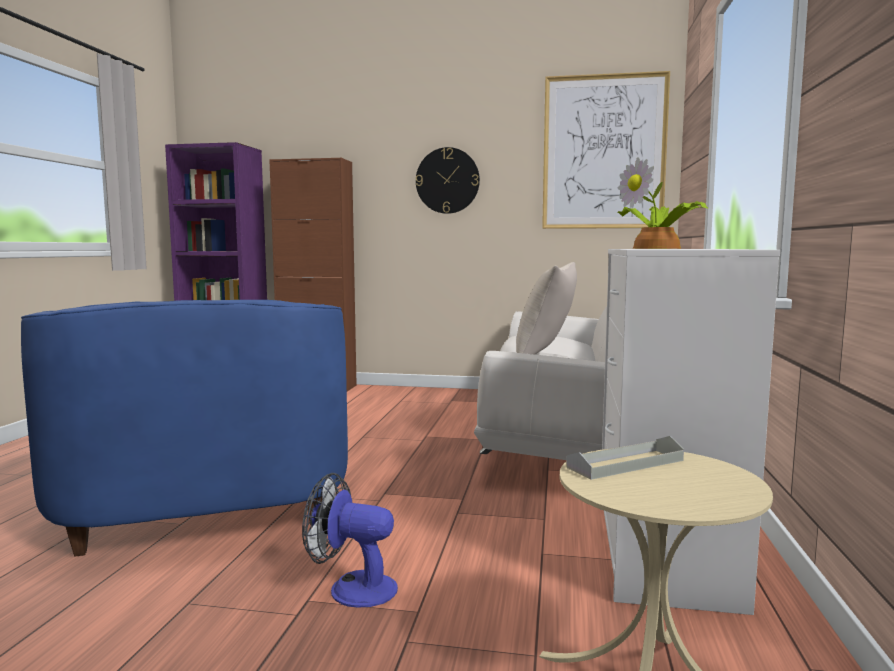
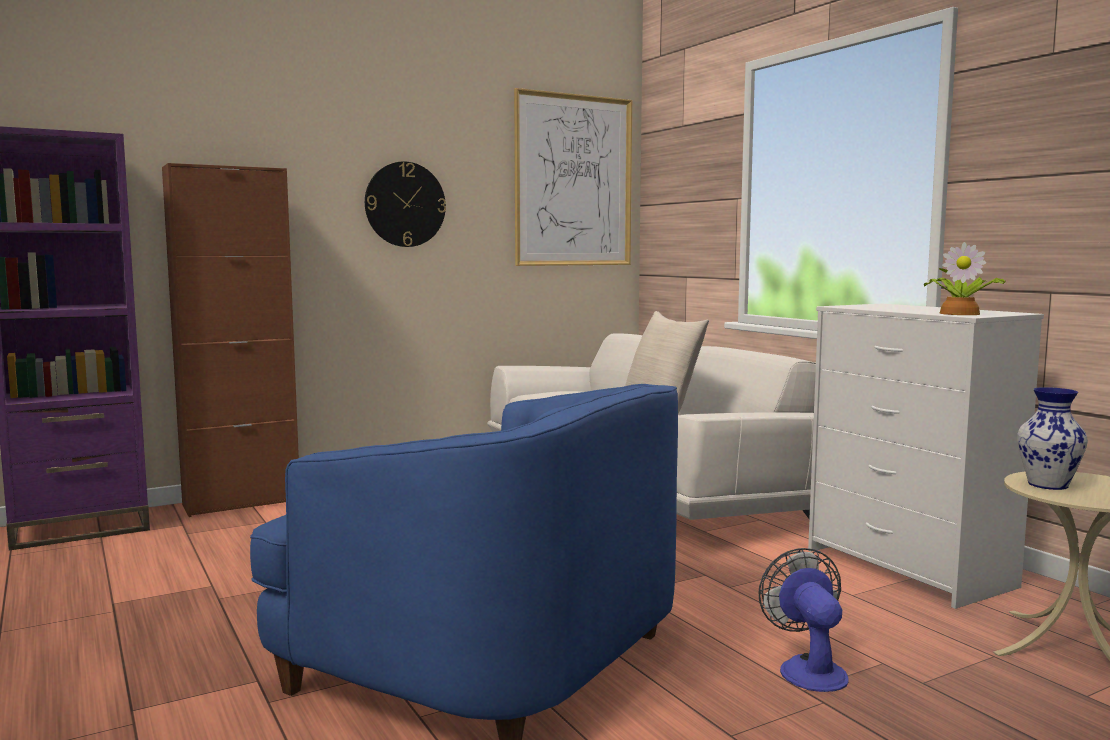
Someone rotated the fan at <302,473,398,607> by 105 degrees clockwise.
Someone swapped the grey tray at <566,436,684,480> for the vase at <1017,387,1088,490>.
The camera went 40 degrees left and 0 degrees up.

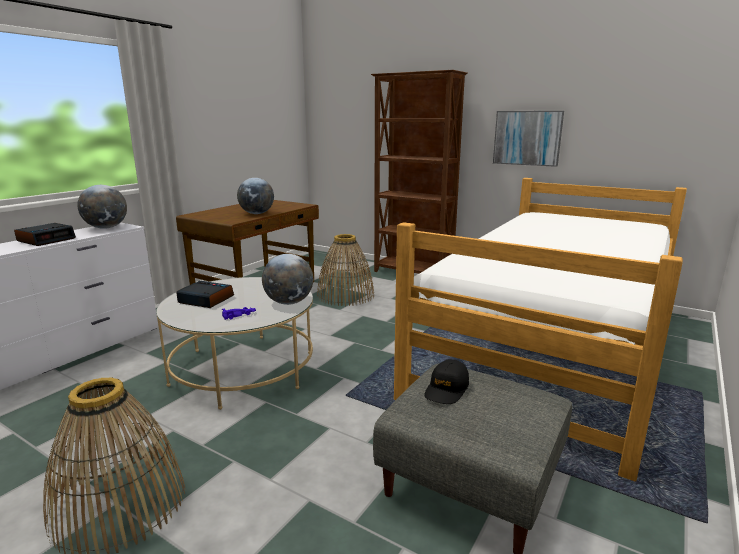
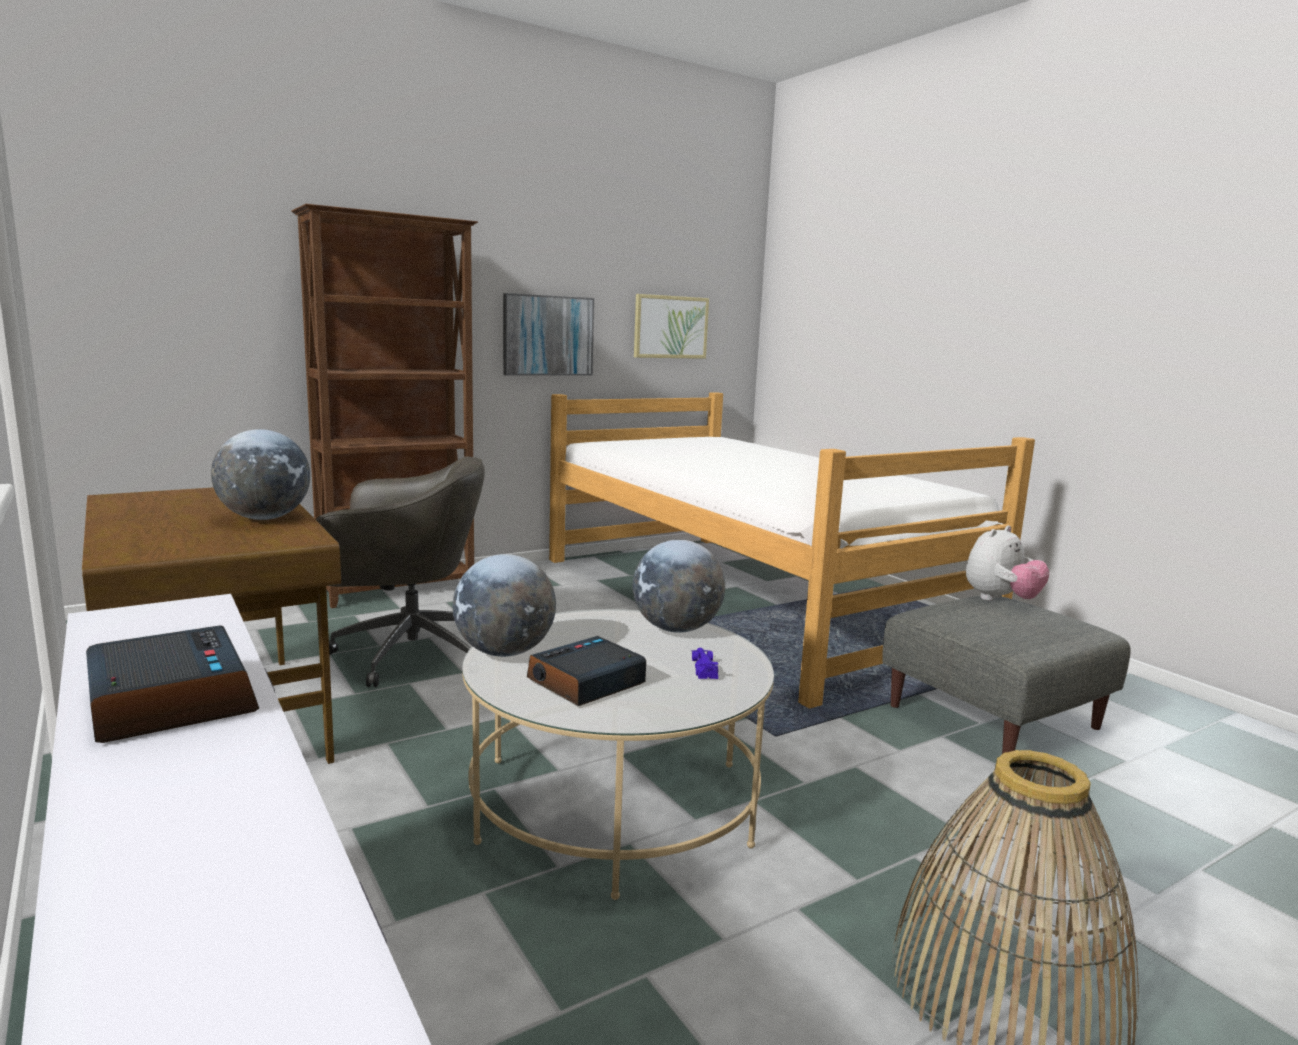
Someone carried the globe from <77,185,127,229> to <453,554,556,657>.
Someone swapped the basket at <317,234,374,306> for the grey office chair at <316,456,485,687>.
Someone took away the black cap at <424,359,469,404>.
Someone put up the picture at <634,294,709,359>.
Someone put down the plush toy at <966,526,1050,601>.
The camera went 65 degrees left and 5 degrees down.

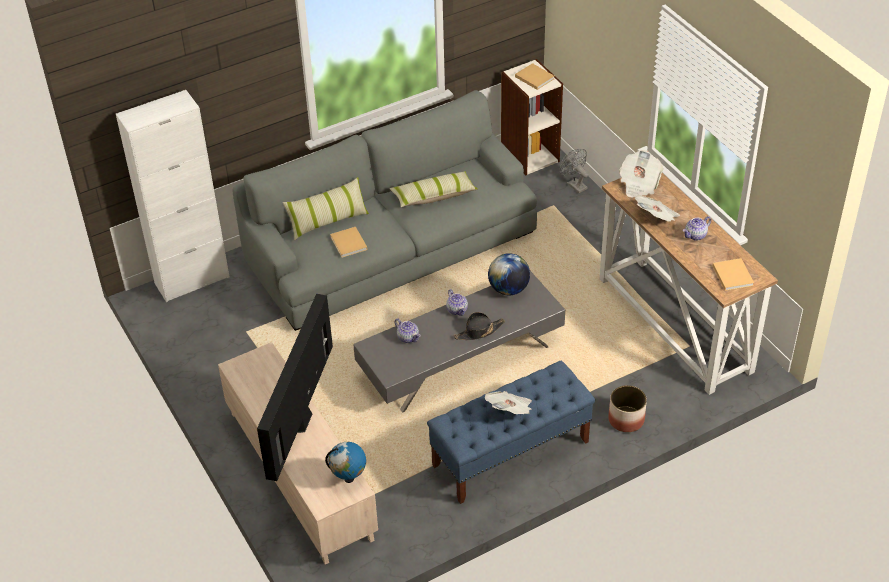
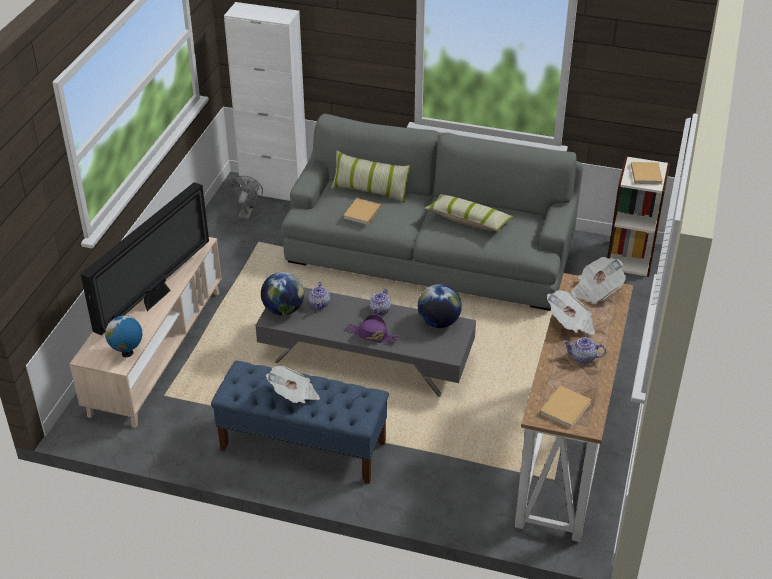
Someone rotated the television at <257,294,333,481> by 150 degrees clockwise.
Someone repainted the black hat at <453,312,505,340>, which became the purple hat at <347,314,400,343>.
Someone carried the grey fan from <560,149,588,193> to <230,176,263,220>.
Someone took away the planter at <608,385,647,432>.
Someone put down the globe at <261,272,304,315>.
The camera went 45 degrees right and 5 degrees down.

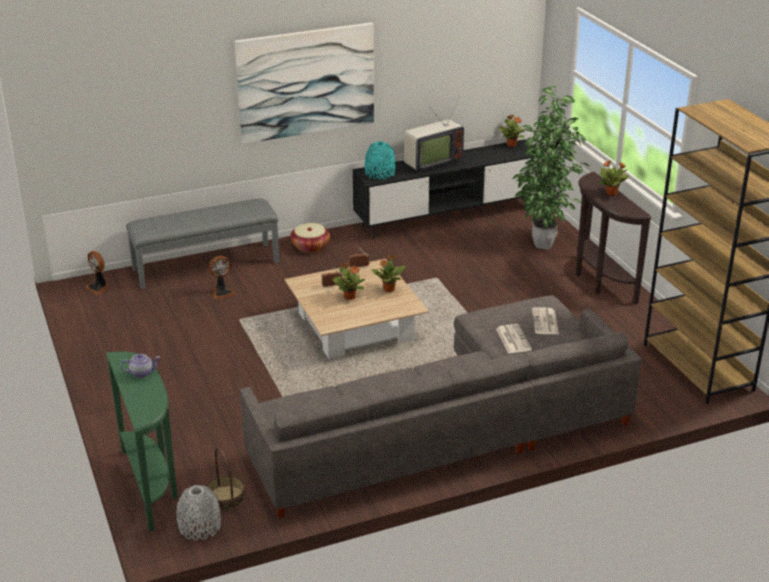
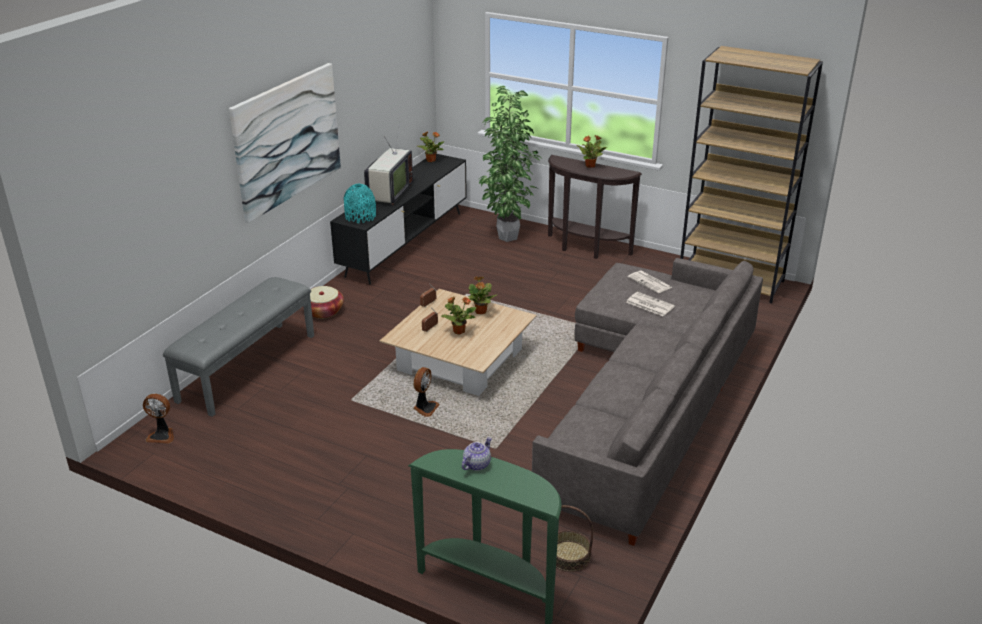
Someone took away the grey vase at <177,485,221,540>.
Someone carried the fan from <209,256,236,300> to <413,367,440,417>.
The camera went 40 degrees left and 0 degrees up.

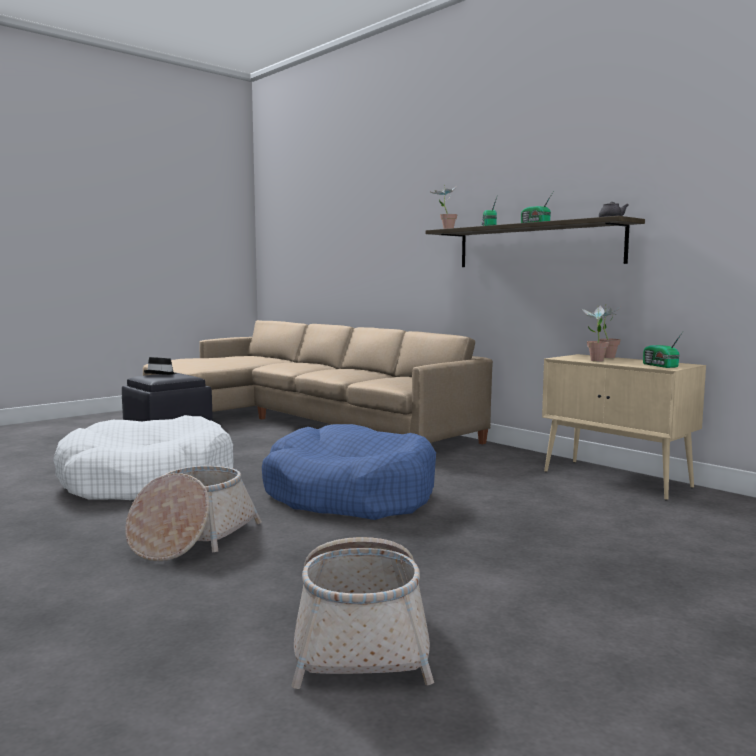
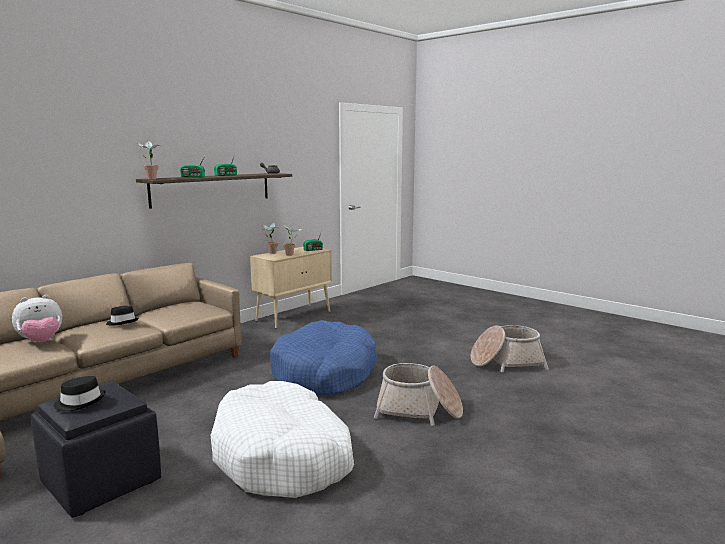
Someone put down the plush toy at <12,295,62,342>.
Someone put down the black hat at <106,306,139,326>.
The camera went 95 degrees left and 5 degrees up.

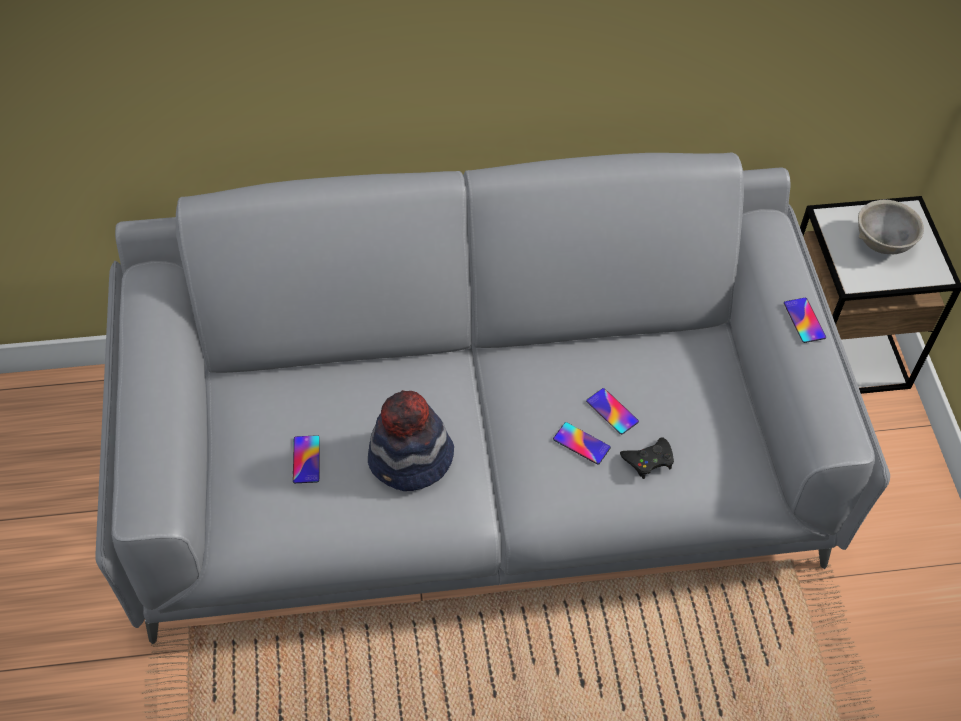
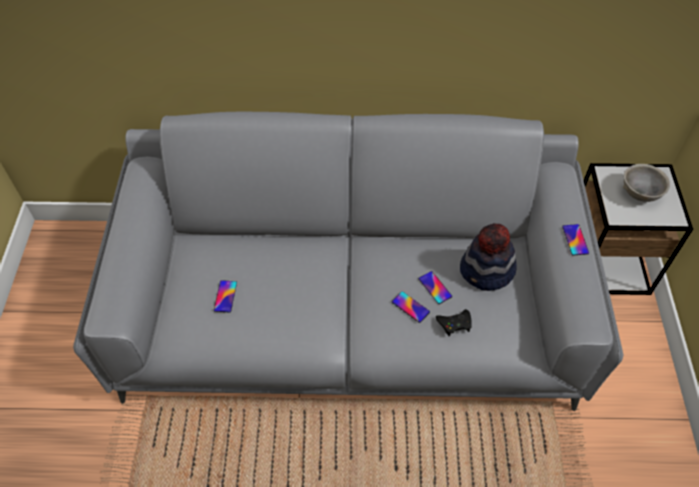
Someone carried the hat from <368,390,454,491> to <460,223,517,291>.
The camera went 10 degrees right and 0 degrees up.

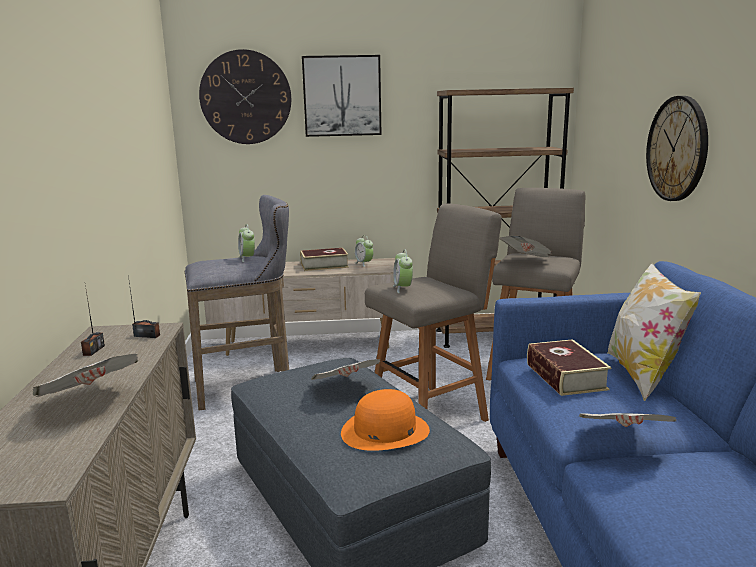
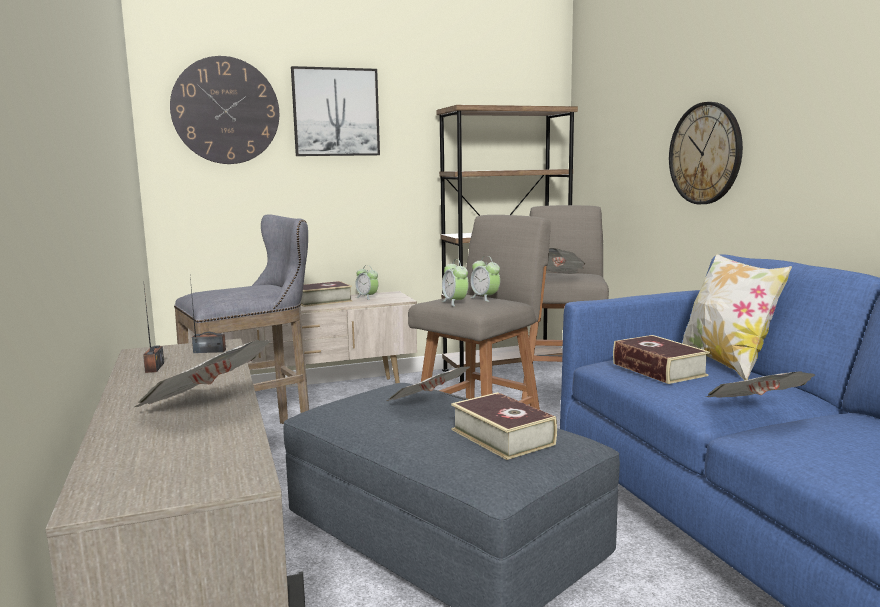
Someone carried the alarm clock from <238,224,255,262> to <470,256,500,302>.
Someone swapped the orange hat at <341,389,430,451> for the book at <451,392,557,460>.
The camera went 15 degrees left and 5 degrees down.

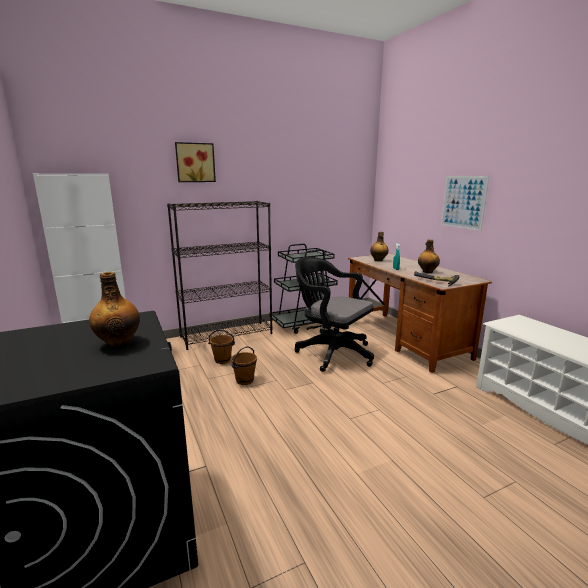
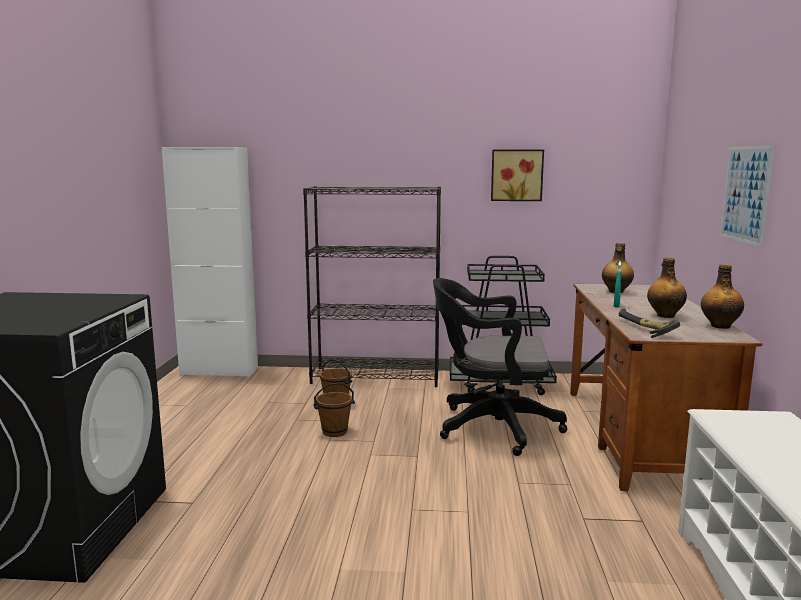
Someone carried the bottle from <89,272,140,349> to <701,264,744,329>.
Someone carried the picture from <175,142,216,182> to <491,150,544,201>.
Someone rotated the black office chair at <295,257,374,372> by 60 degrees counterclockwise.
The camera went 30 degrees right and 5 degrees down.

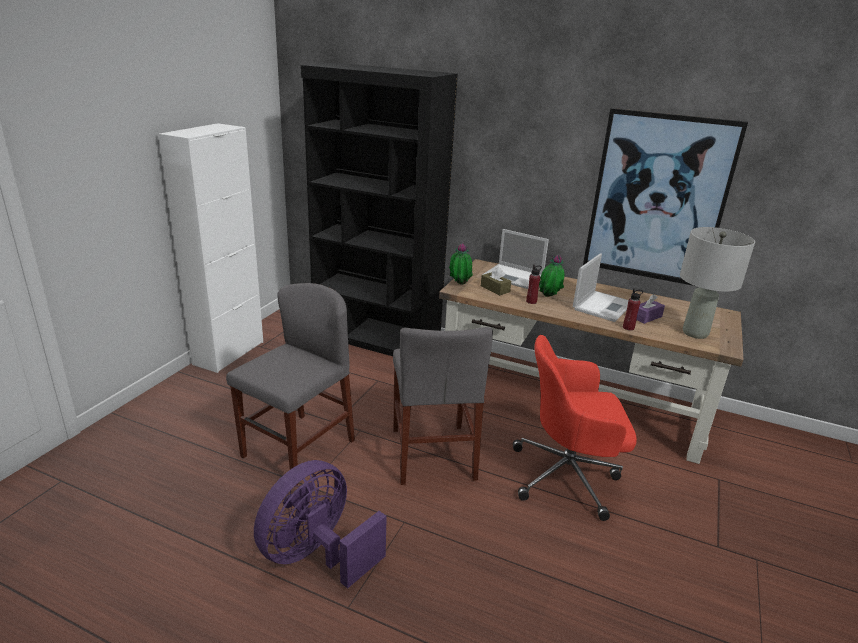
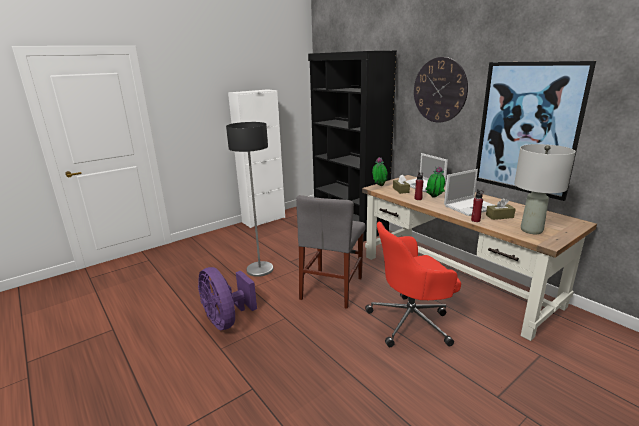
Someone swapped the grey chair at <226,283,355,487> for the floor lamp at <226,122,273,277>.
Someone rotated the purple fan at <254,460,387,588> by 105 degrees counterclockwise.
Someone rotated the red office chair at <513,335,637,521> by 45 degrees counterclockwise.
Someone repainted the purple tissue box at <636,294,665,324>, which became the brown tissue box at <486,198,515,220>.
Someone put up the wall clock at <414,57,468,123>.
The camera went 30 degrees right and 5 degrees down.

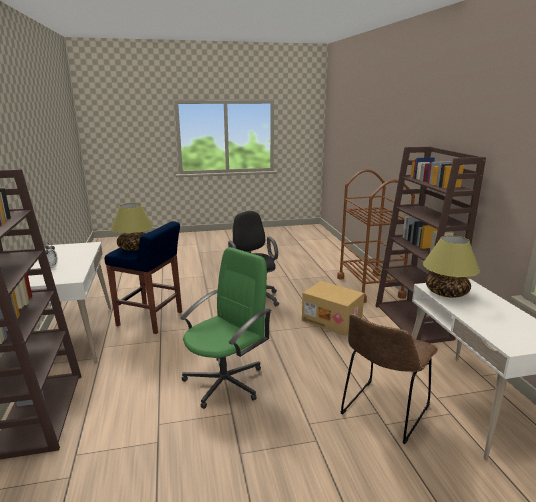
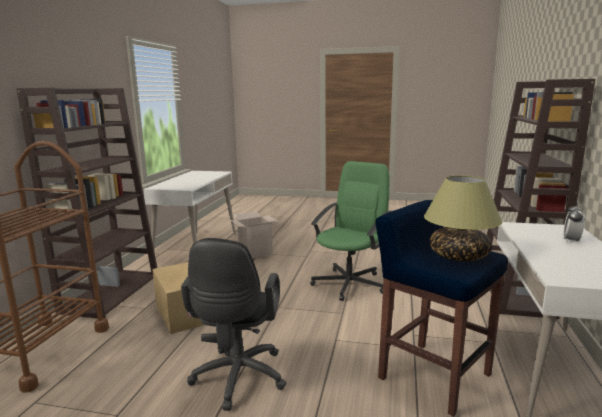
Someone rotated the green office chair at <180,247,271,409> by 150 degrees clockwise.
Someone swapped the brown chair at <341,314,438,444> for the cardboard box at <230,211,279,259>.
Someone took away the table lamp at <423,235,480,298>.
The camera went 155 degrees left and 5 degrees down.

